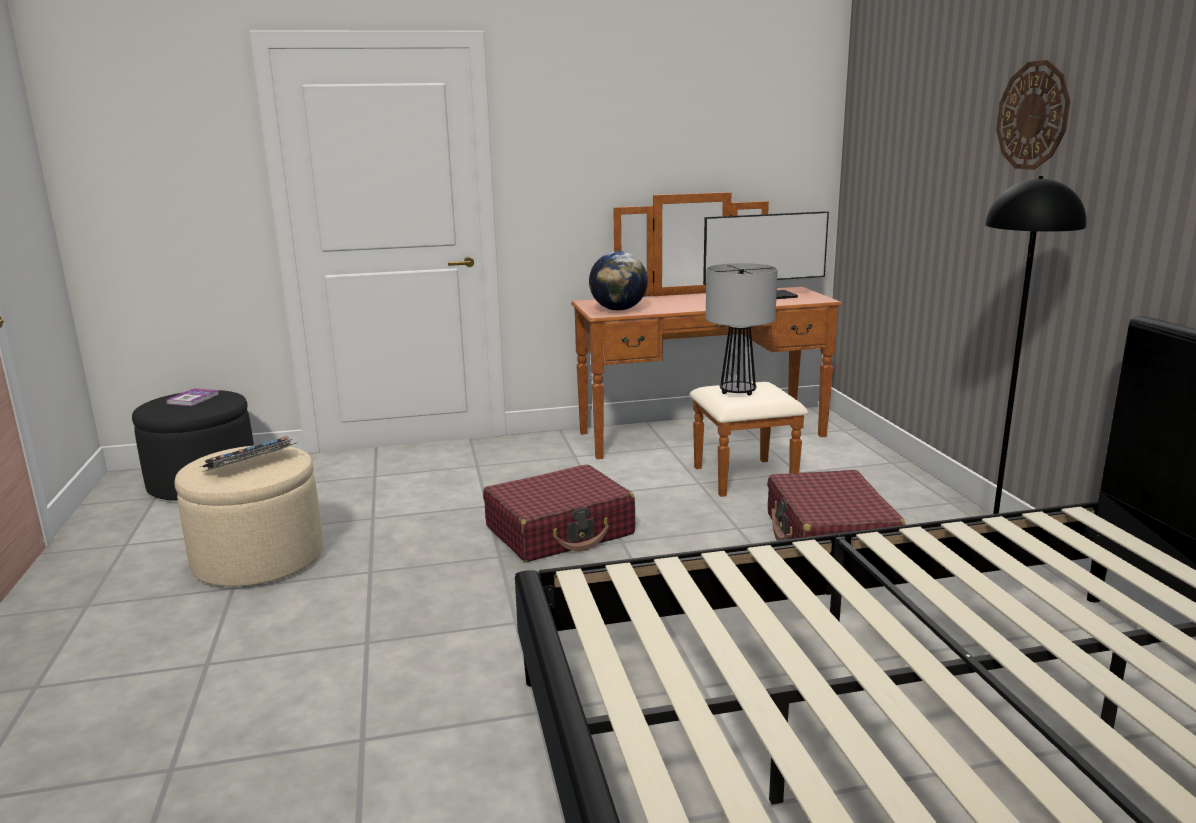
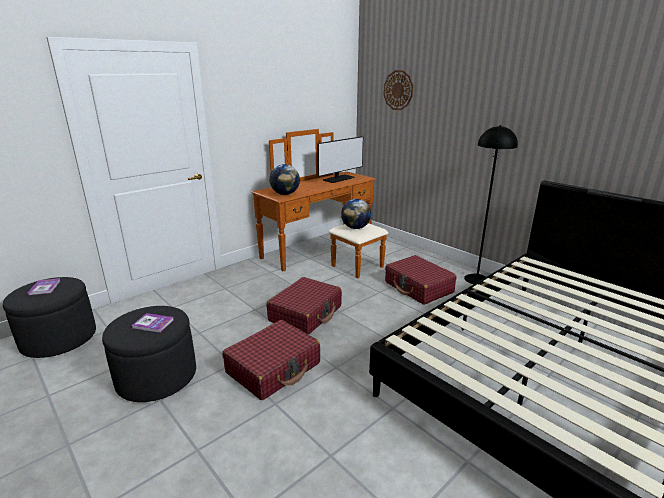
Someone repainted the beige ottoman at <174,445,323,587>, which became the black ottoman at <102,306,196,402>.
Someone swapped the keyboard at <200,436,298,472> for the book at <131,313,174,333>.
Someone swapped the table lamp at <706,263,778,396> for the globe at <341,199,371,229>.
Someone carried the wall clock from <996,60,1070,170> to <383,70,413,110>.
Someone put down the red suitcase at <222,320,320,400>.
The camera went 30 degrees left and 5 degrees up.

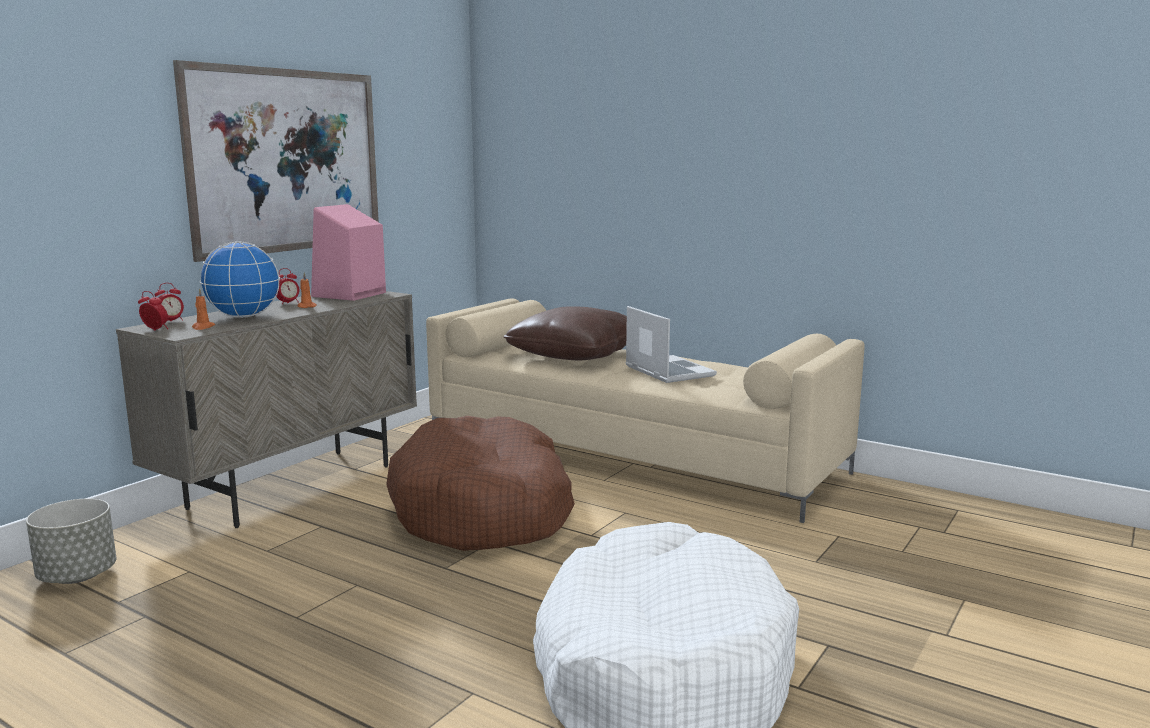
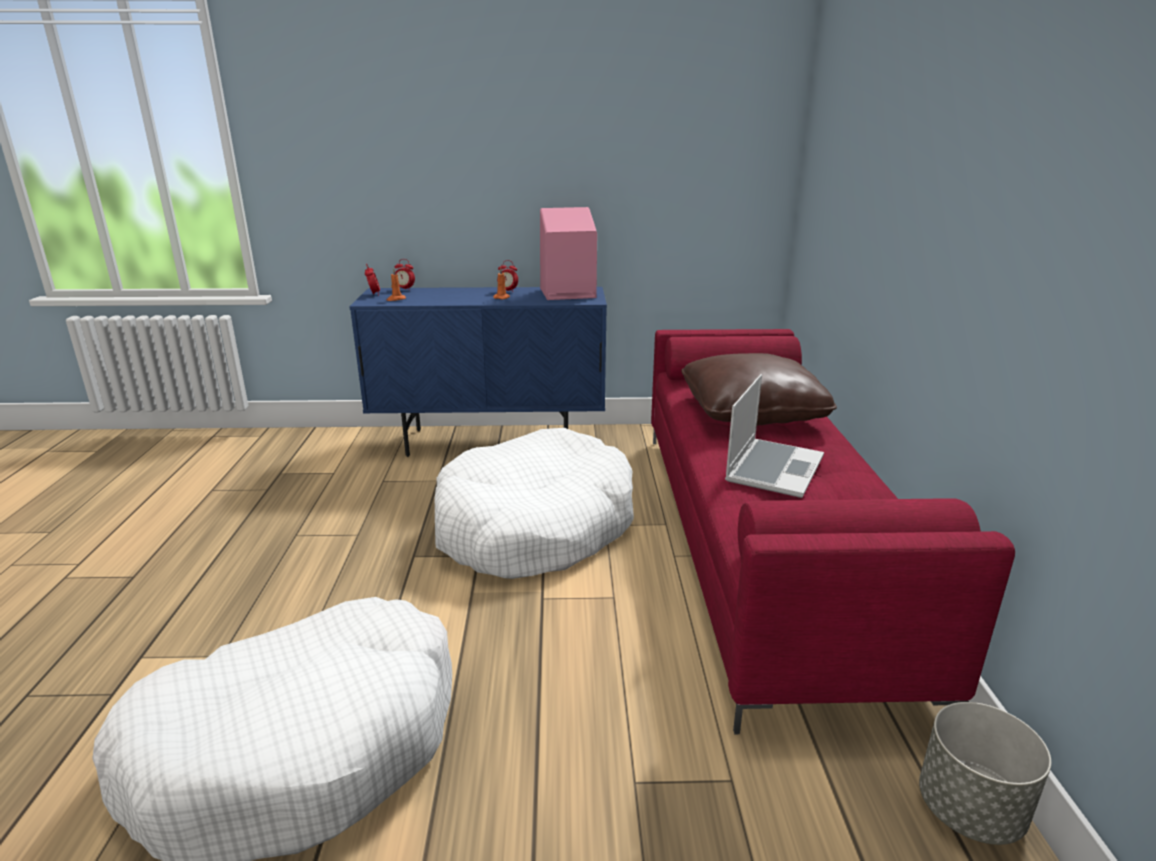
Someone carried the grey planter from <26,499,116,584> to <919,702,1051,845>.
Someone repainted the beige cabinet at <116,291,417,528>, which became the blue cabinet at <349,287,607,457>.
Someone took away the picture at <173,60,379,262>.
Someone took away the globe at <199,241,280,318>.
Someone repainted the brown dog bed at <386,416,575,551>, which became the white dog bed at <435,428,634,579>.
Someone repainted the beige sofa at <426,298,865,523>, which became the red sofa at <651,329,1015,734>.
The camera went 55 degrees right and 10 degrees up.

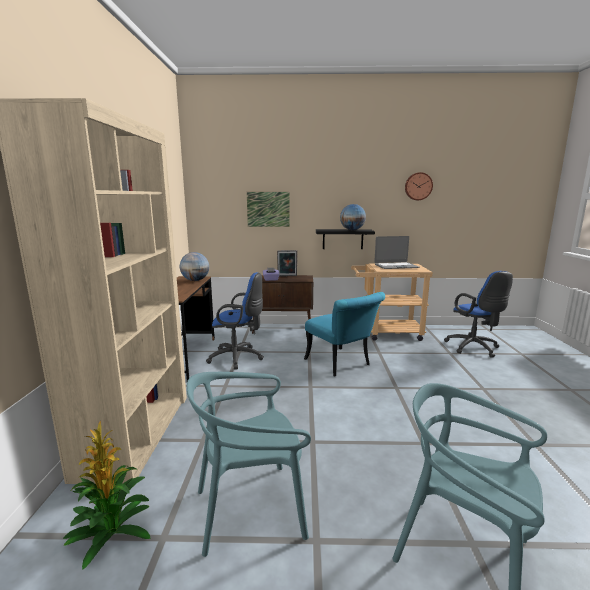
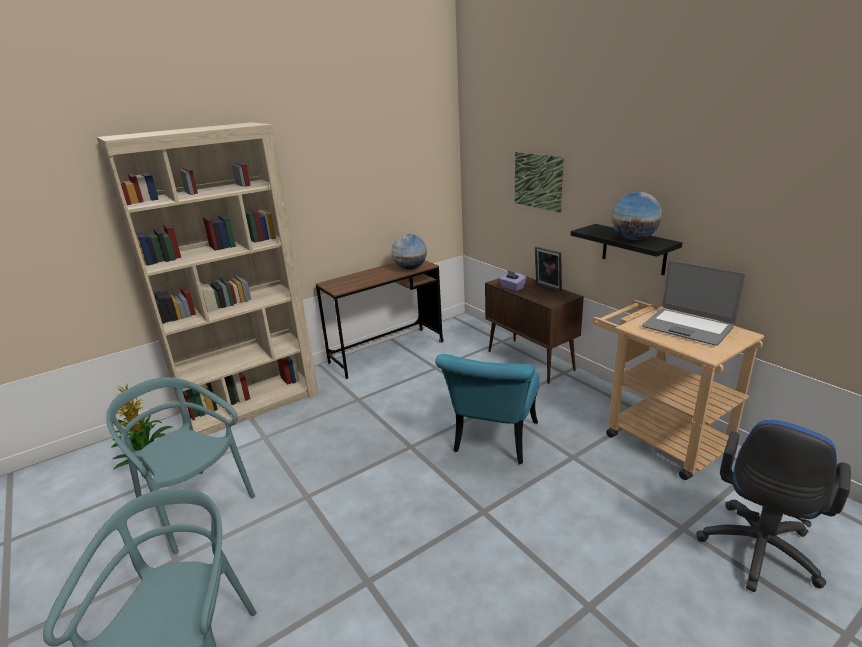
Someone took away the blue office chair at <206,272,264,370>.
Someone took away the wall clock at <405,172,433,200>.
The camera went 55 degrees right and 10 degrees up.

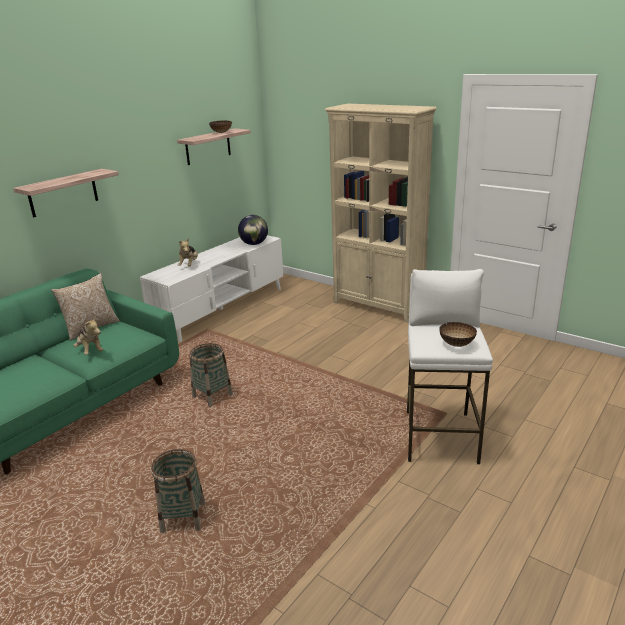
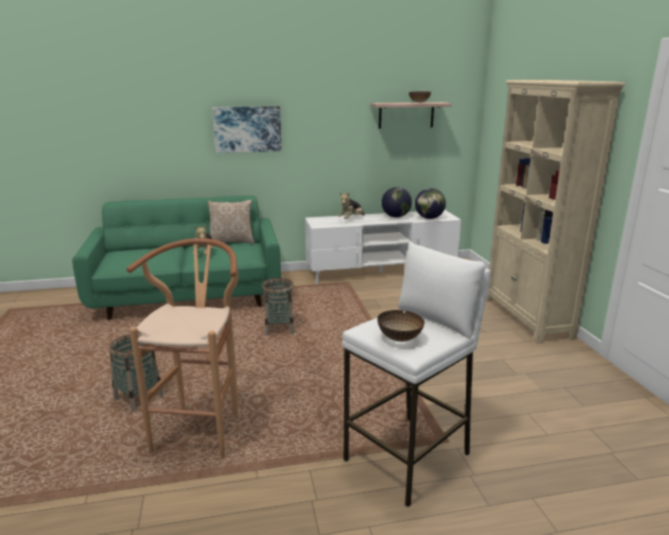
Someone swapped the shelf at <13,169,119,218> for the picture at <212,106,282,153>.
Someone put down the brown stool at <126,238,238,459>.
Someone put down the globe at <381,187,412,218>.
The camera went 40 degrees right and 5 degrees down.

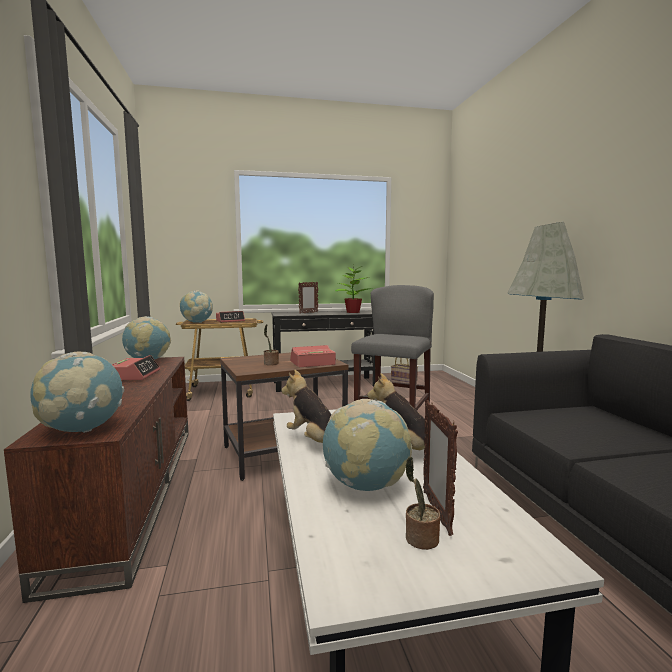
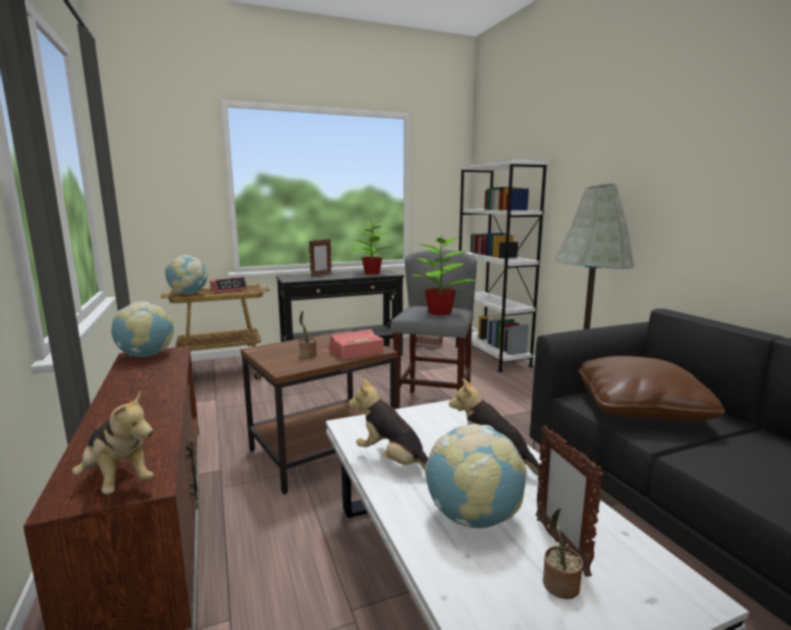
Someone swapped the globe at <30,351,124,433> for the plush toy at <72,391,154,494>.
Someone took away the alarm clock at <112,355,160,380>.
Someone put down the potted plant at <412,234,477,315>.
Someone put down the white bookcase at <455,159,550,372>.
Someone put down the brown pillow at <578,356,725,421>.
The camera went 10 degrees left and 5 degrees up.

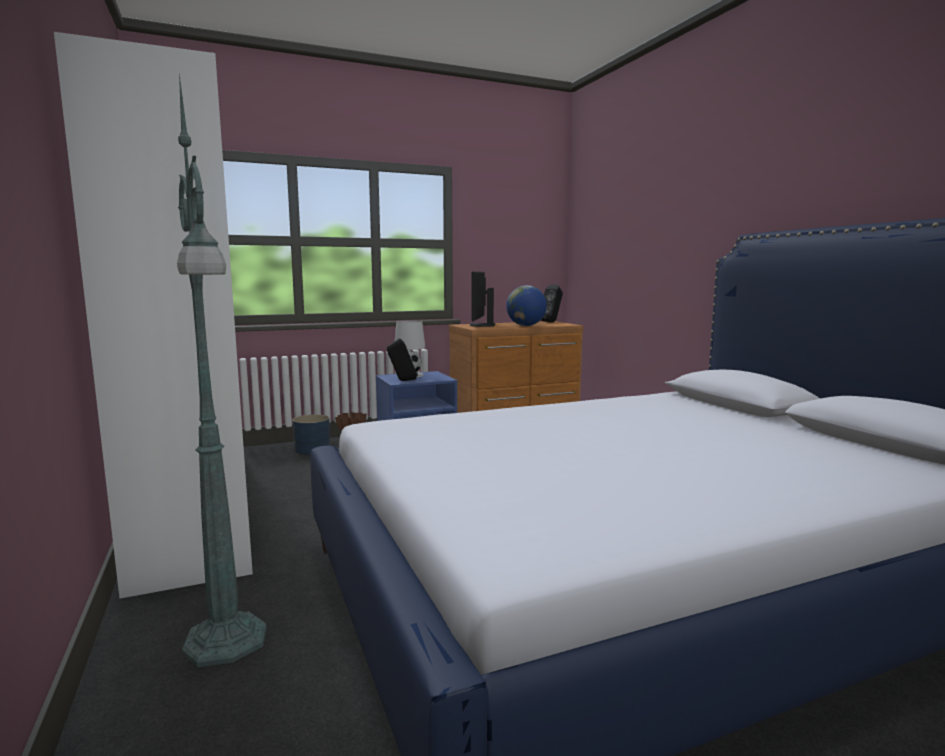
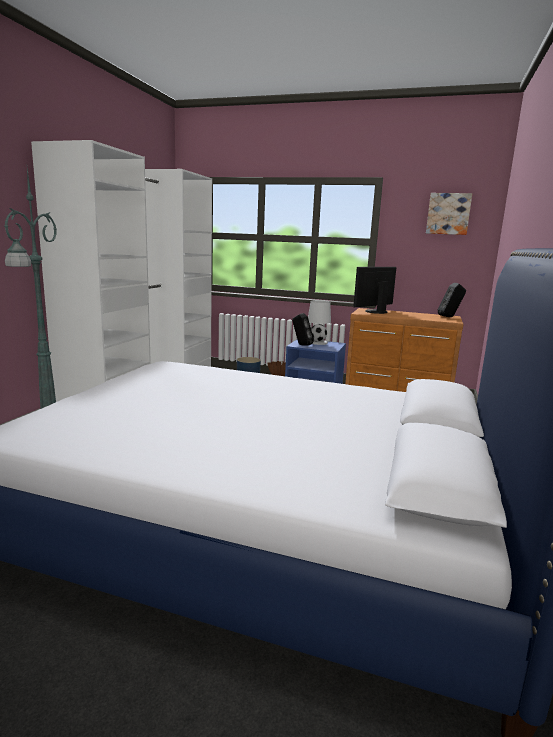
Someone took away the globe at <506,285,547,326>.
Someone put up the picture at <426,193,472,235>.
The camera went 40 degrees right and 5 degrees up.

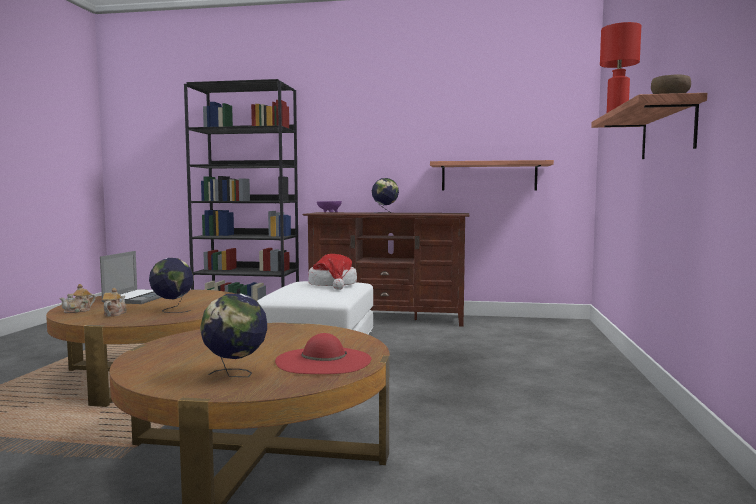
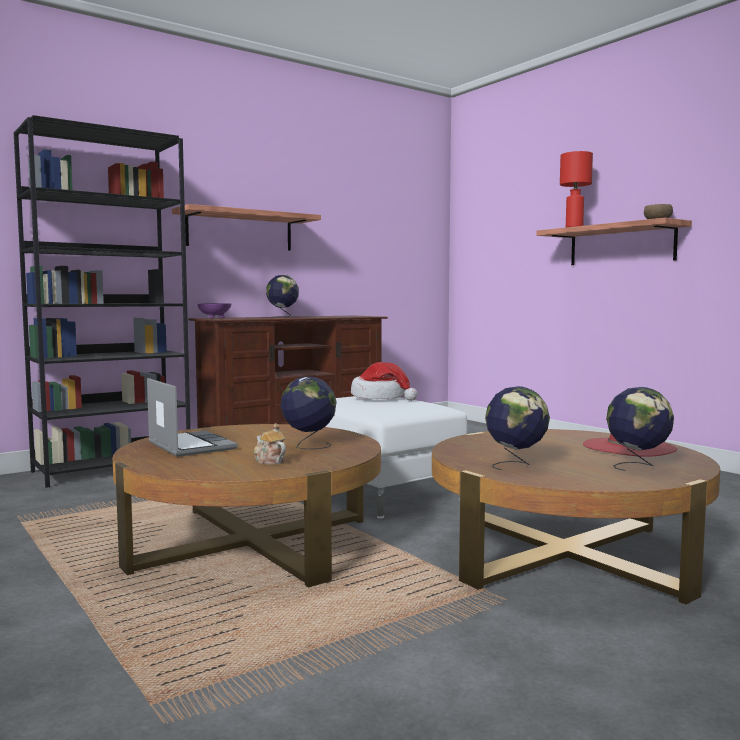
Someone took away the teapot at <59,284,96,313>.
Someone carried the shelf from <430,160,554,191> to <172,204,321,251>.
Someone put down the globe at <485,386,550,470>.
The camera went 45 degrees left and 0 degrees up.

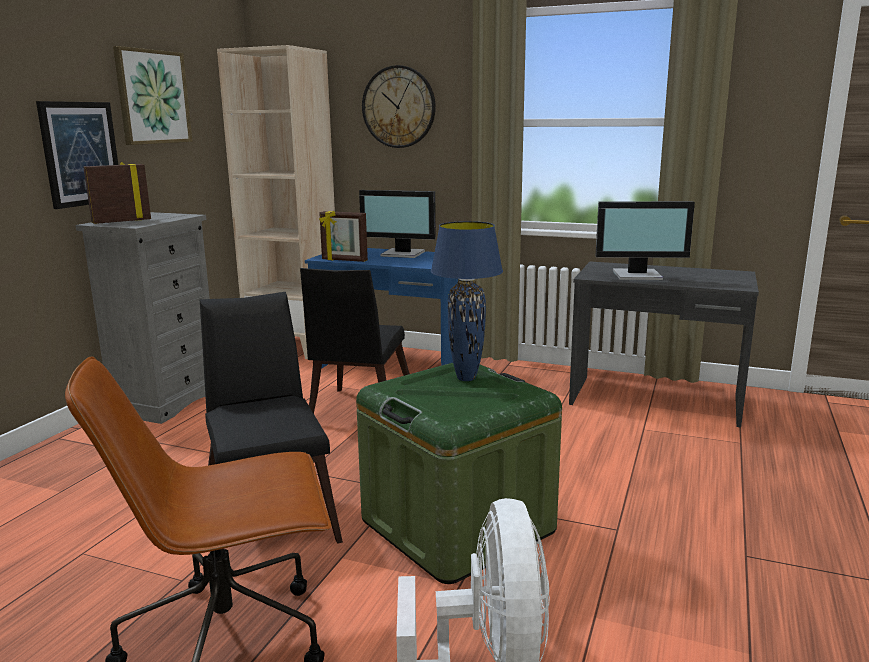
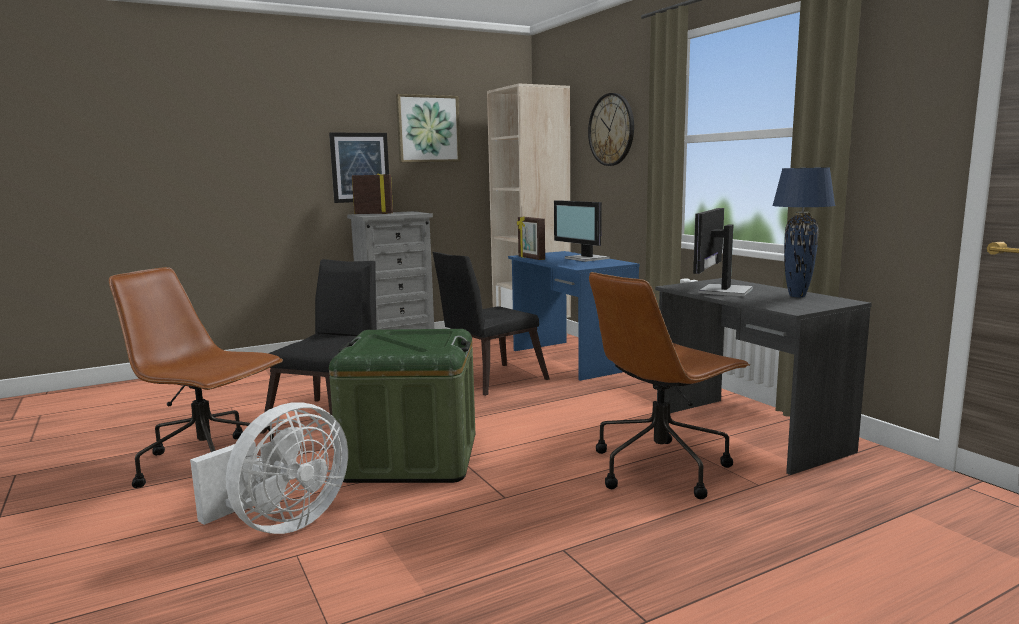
Someone carried the blue table lamp from <431,221,503,381> to <772,167,836,297>.
Someone rotated the monitor at <596,201,695,280> by 75 degrees clockwise.
Someone put down the brown office chair at <589,272,750,499>.
The camera went 40 degrees right and 5 degrees down.

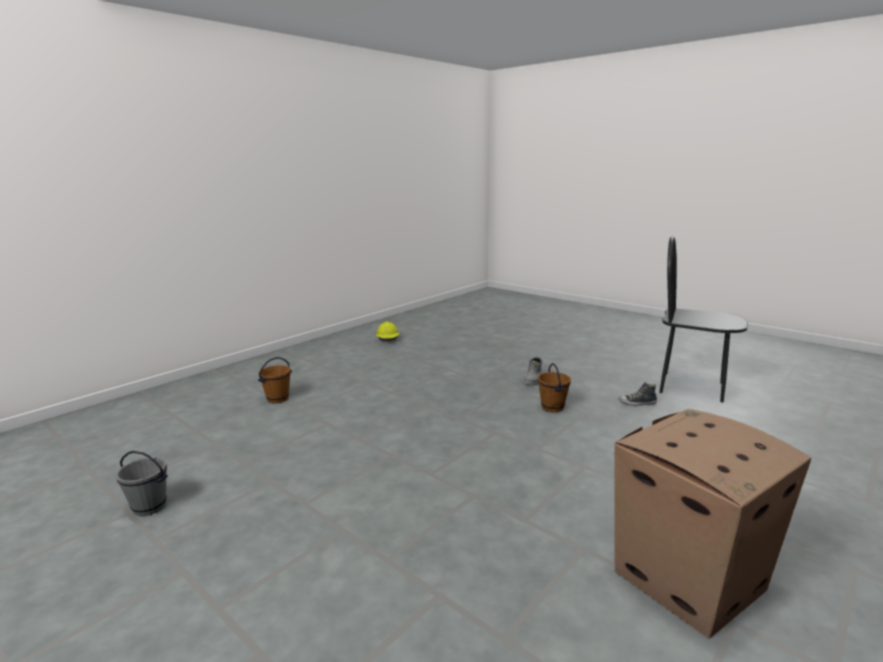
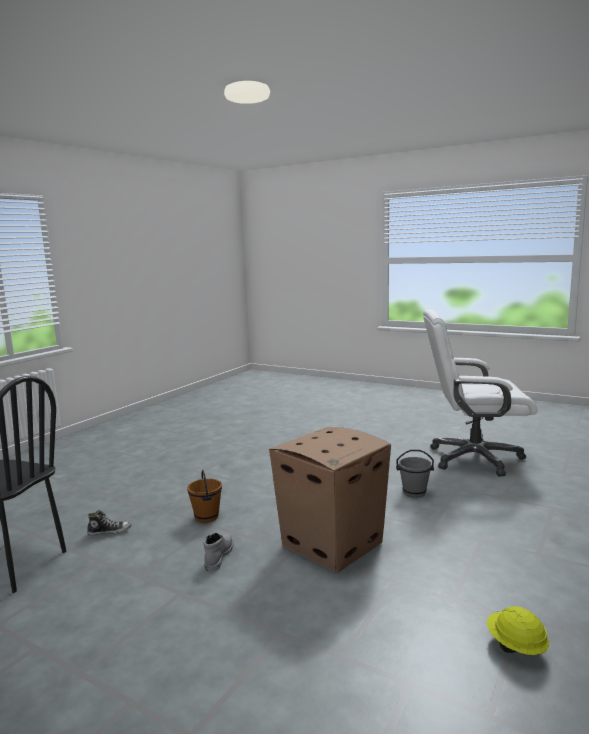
Someone carried the grey bucket from <116,451,168,516> to <396,450,434,498>.
Someone took away the brown bucket at <258,357,292,403>.
Someone carried the cardboard box from <614,409,811,639> to <269,427,391,573>.
Someone put down the white office chair at <423,309,538,477>.
The camera went 170 degrees right and 5 degrees down.

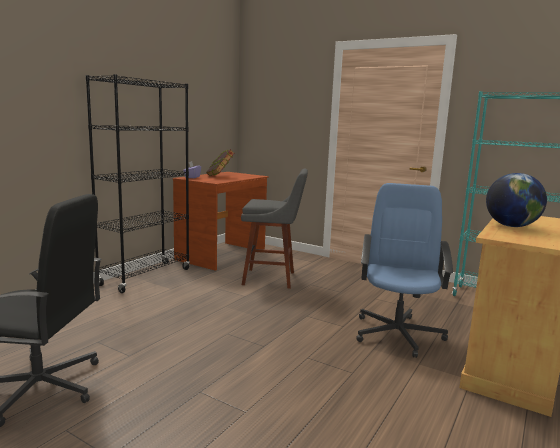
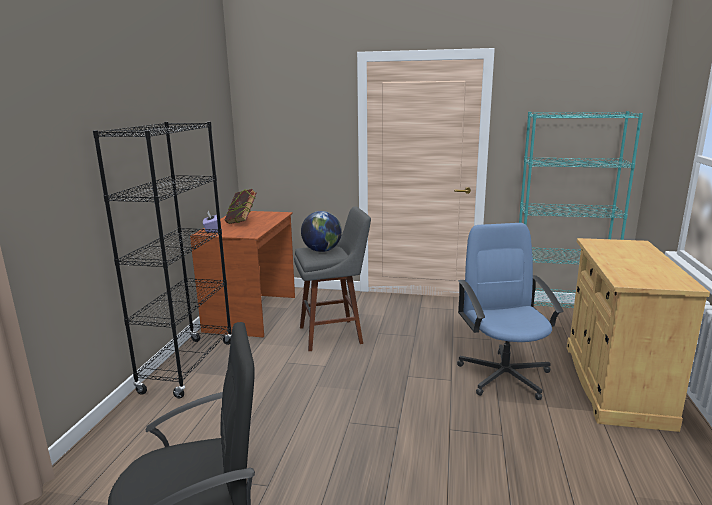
Someone carried the globe from <486,173,547,227> to <301,211,342,252>.
The camera went 20 degrees left and 5 degrees up.

